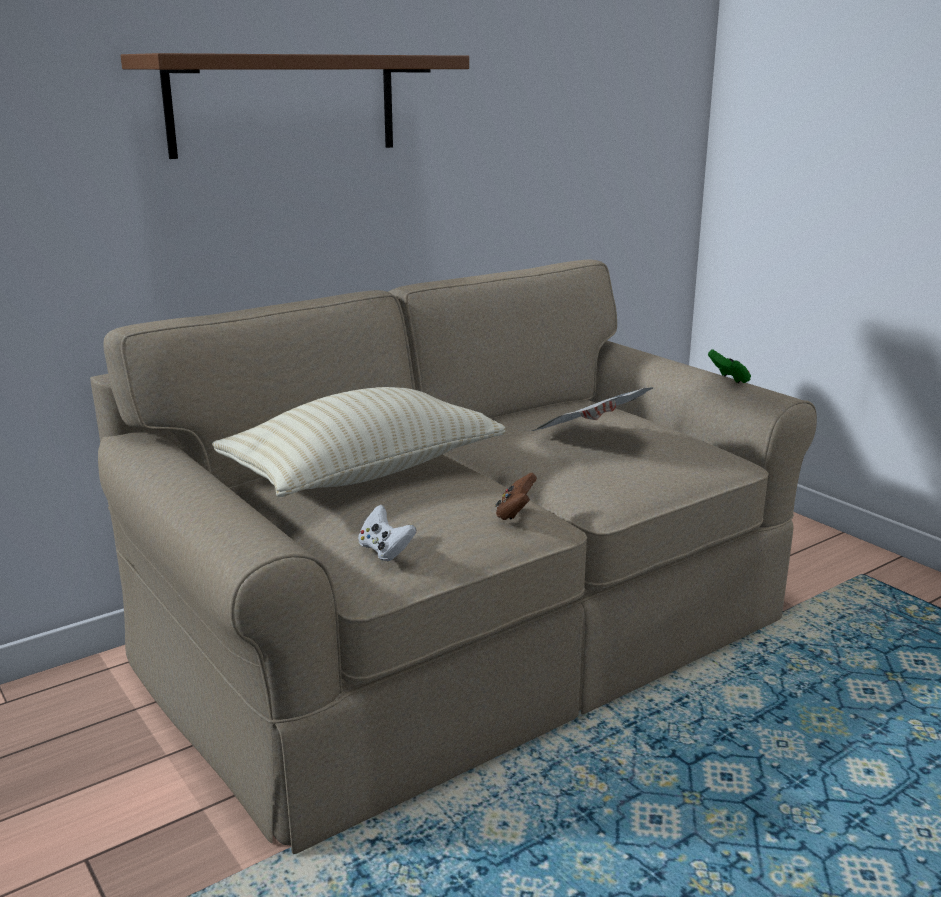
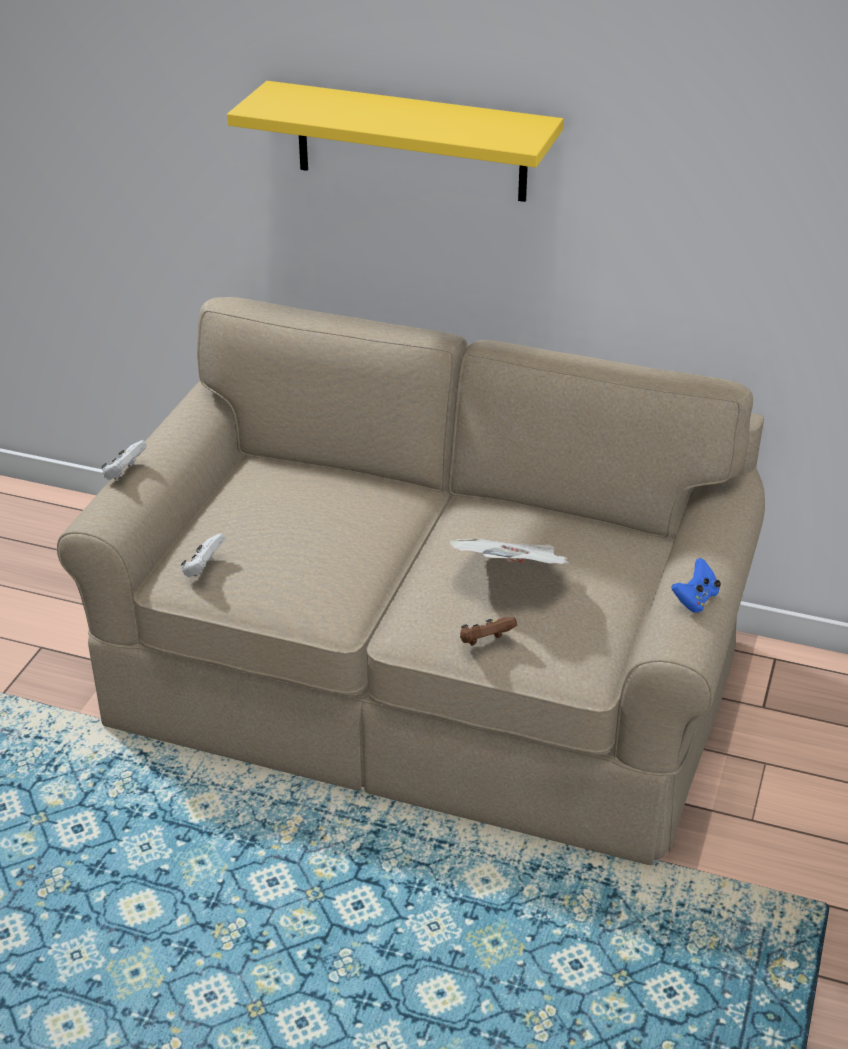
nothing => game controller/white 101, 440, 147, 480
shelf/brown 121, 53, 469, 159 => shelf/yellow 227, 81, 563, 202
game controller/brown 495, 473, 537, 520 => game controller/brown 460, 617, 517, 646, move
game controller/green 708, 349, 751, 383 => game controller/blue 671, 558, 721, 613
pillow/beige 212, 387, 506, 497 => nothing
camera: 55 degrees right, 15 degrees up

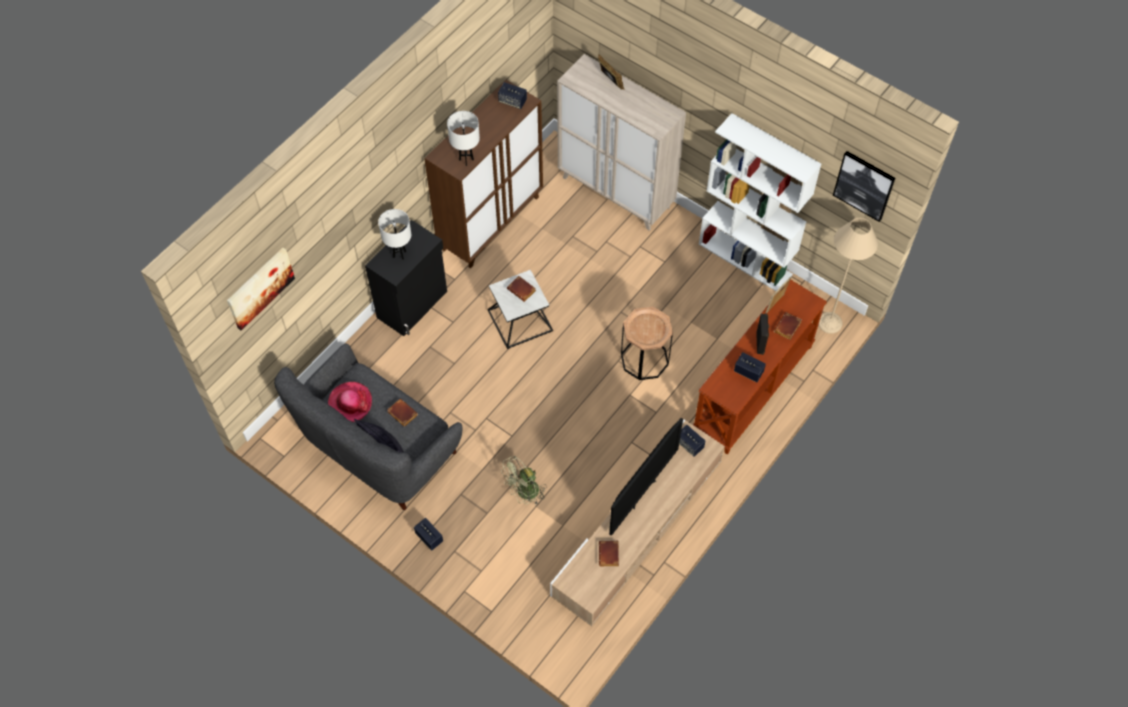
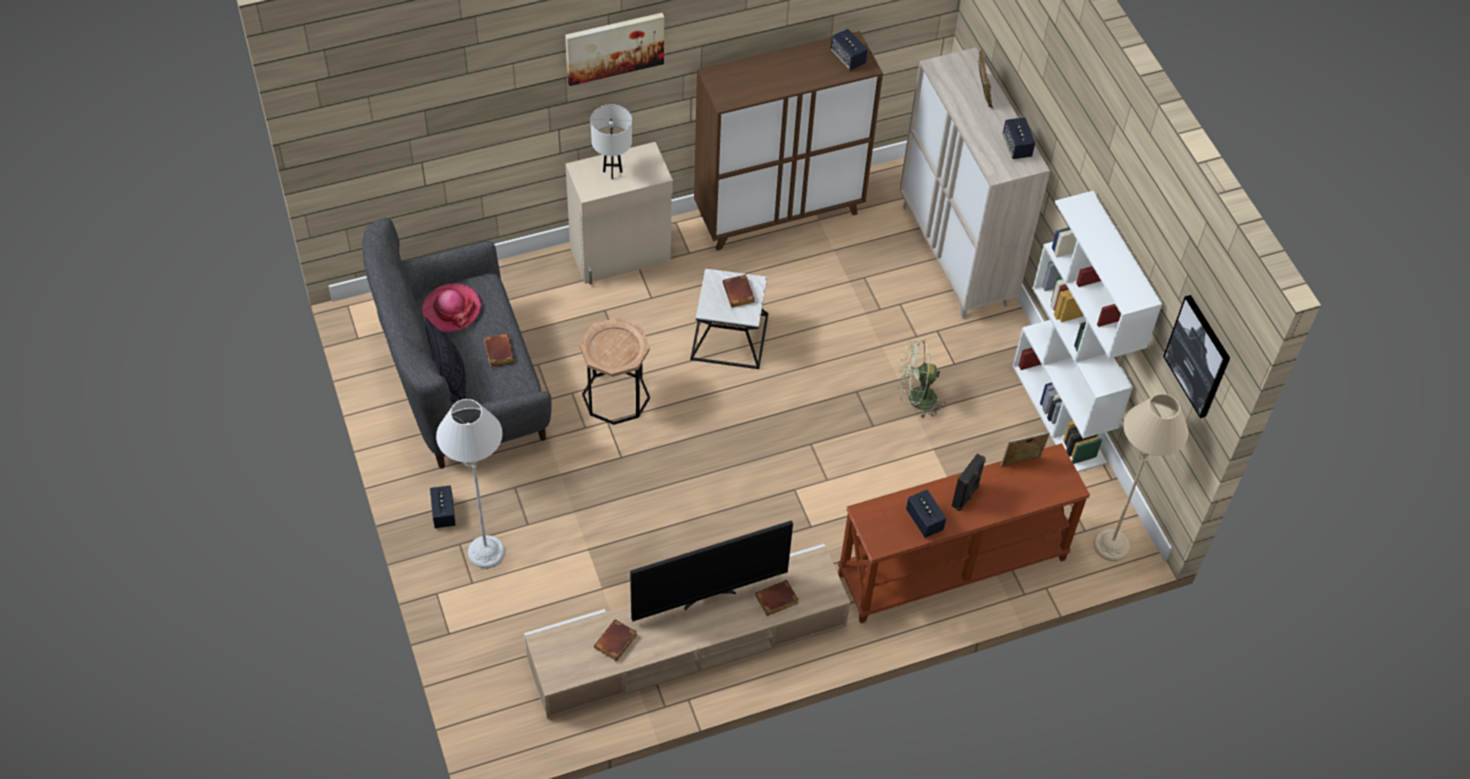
nothing => floor lamp/grey 436, 399, 505, 568
picture 227, 248, 295, 330 => picture 565, 13, 664, 86, move
cabinet/black 365, 220, 447, 336 => cabinet/beige 565, 142, 673, 285
side table/brown 621, 307, 673, 380 => side table/brown 579, 318, 650, 425, move
book/brown 774, 313, 802, 340 => book/brown 755, 580, 799, 616, move
fan/green 501, 456, 546, 504 => fan/green 898, 340, 946, 418, move
speaker 679, 424, 705, 457 => speaker 1003, 117, 1035, 159, move
table lamp/white 447, 111, 480, 166 => nothing
camera: 30 degrees right, 5 degrees down

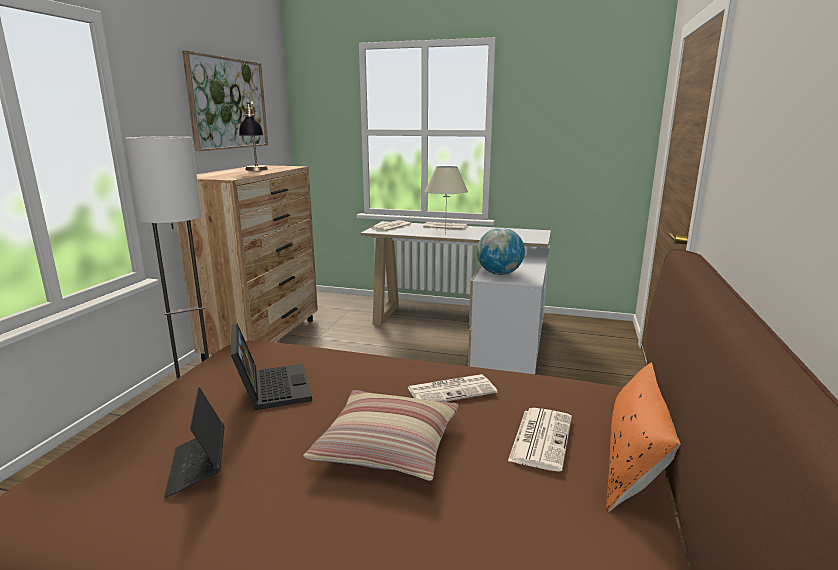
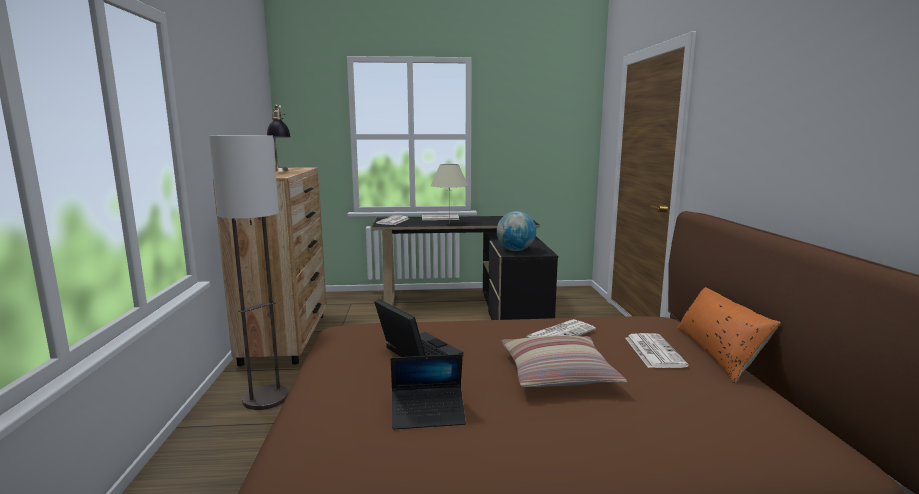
desk/white 361, 221, 551, 374 => desk/black 372, 216, 558, 320
laptop 164, 387, 225, 498 => laptop 391, 354, 466, 430, 60 degrees counterclockwise
picture 182, 51, 268, 151 => nothing
camera: 20 degrees left, 5 degrees down

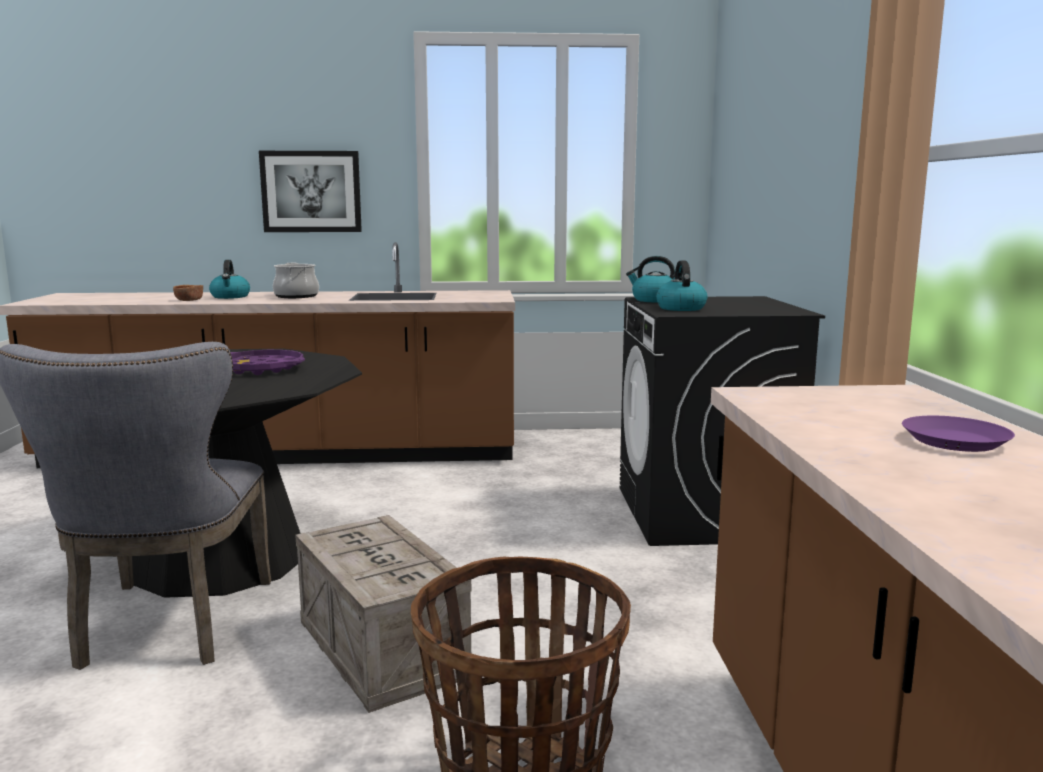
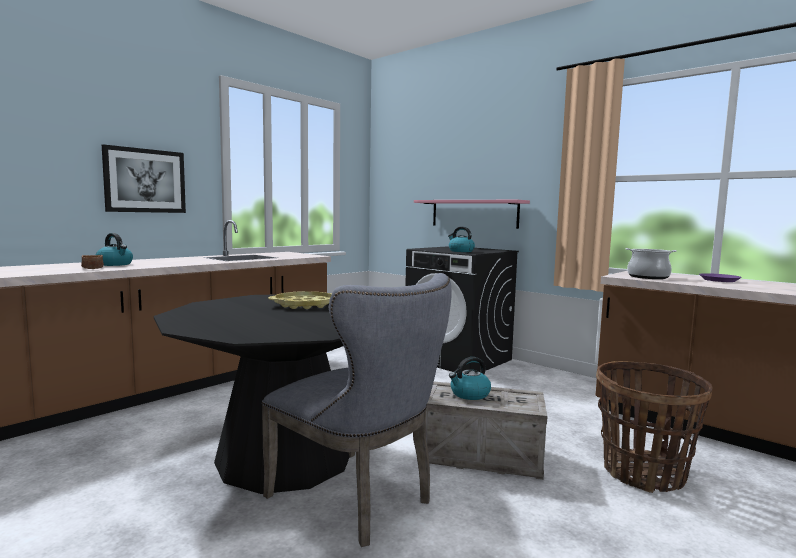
tray/purple 230, 350, 305, 375 => tray/yellow 268, 291, 332, 309
nothing => shelf/pink 414, 200, 530, 229
kettle 626, 256, 675, 303 => kettle 449, 357, 491, 400, move
cooking pot 273, 263, 319, 298 => cooking pot 626, 248, 677, 279, move
camera: 45 degrees left, 5 degrees down

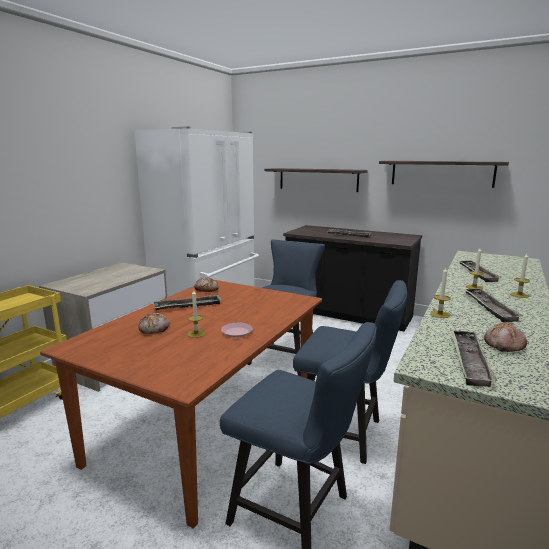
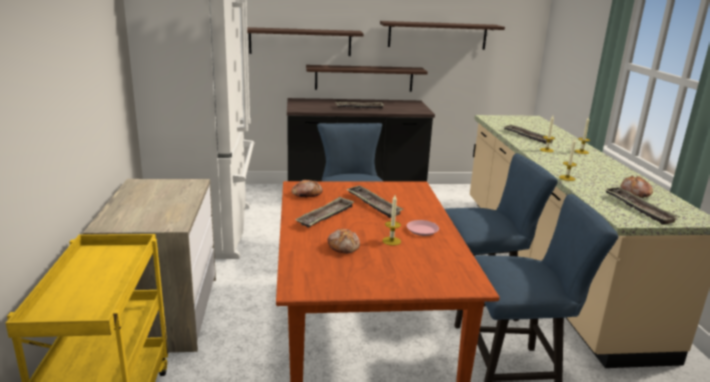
nothing => shelf 306, 65, 428, 92
tray 463, 288, 523, 322 => tray 346, 186, 403, 218, move
camera: 35 degrees left, 5 degrees up

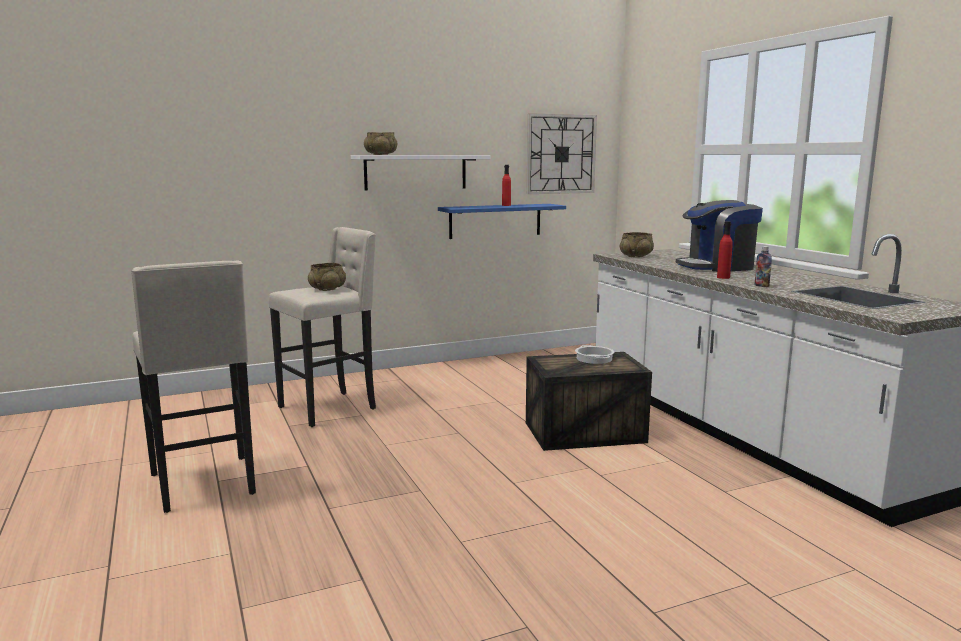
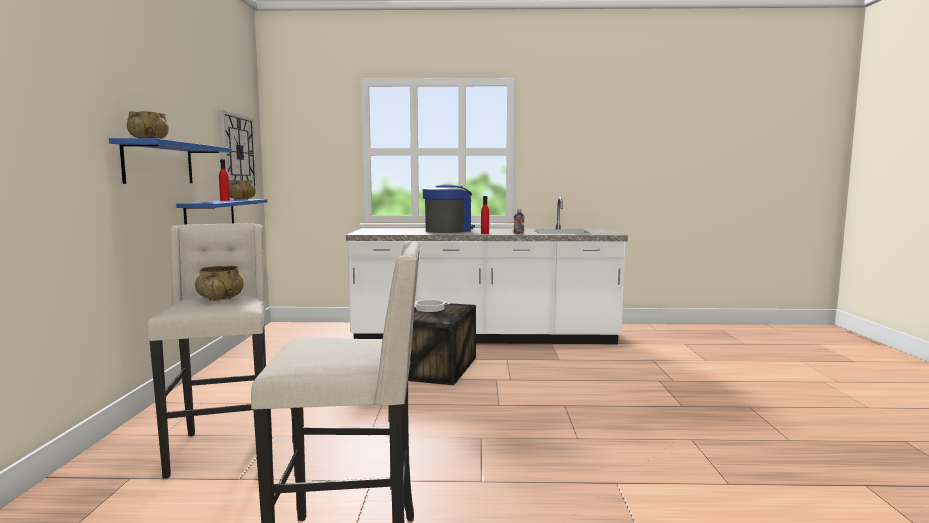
shelf/white 351, 155, 490, 190 => shelf/blue 109, 138, 232, 184
bowl/beige 620, 232, 654, 258 => bowl/beige 229, 180, 256, 200, move
coffee machine 676, 200, 763, 272 => coffee machine 423, 184, 475, 233, 150 degrees counterclockwise
camera: 65 degrees left, 5 degrees down

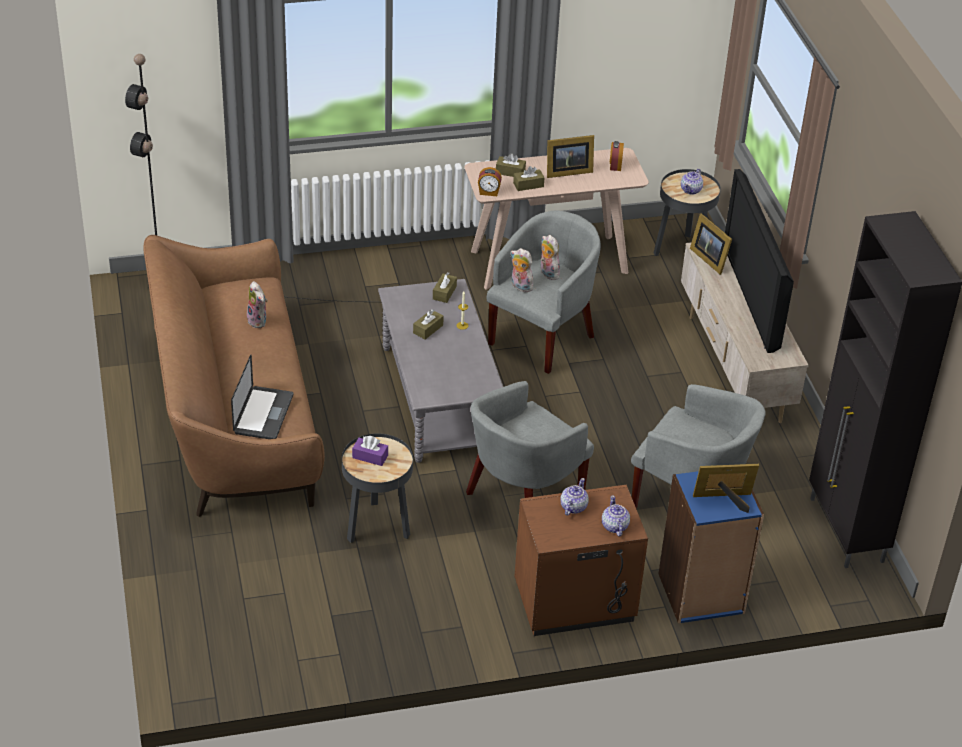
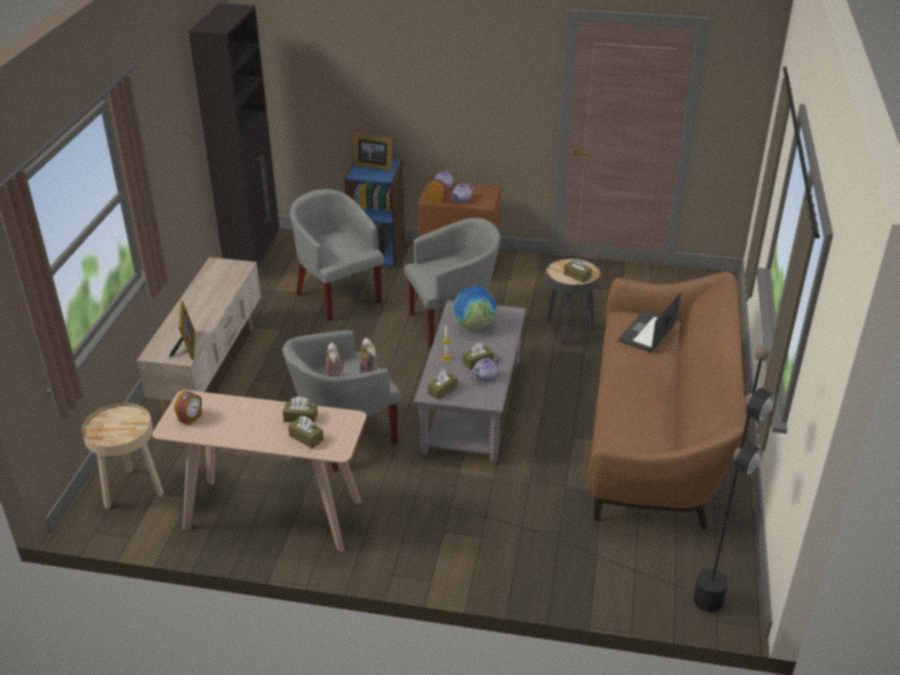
side table/black 654, 169, 721, 256 => side table/beige 82, 403, 164, 509
alarm clock 478, 167, 502, 196 => alarm clock 427, 179, 448, 204, move
nothing => globe 453, 286, 497, 330
teapot 681, 169, 703, 195 => teapot 470, 356, 501, 382, move
tissue box/purple 352, 436, 388, 466 => tissue box/brown 564, 258, 592, 283
plush toy 247, 281, 268, 328 => nothing
picture frame 547, 135, 594, 178 => nothing
television 725, 169, 794, 353 => nothing
camera: 155 degrees left, 5 degrees down

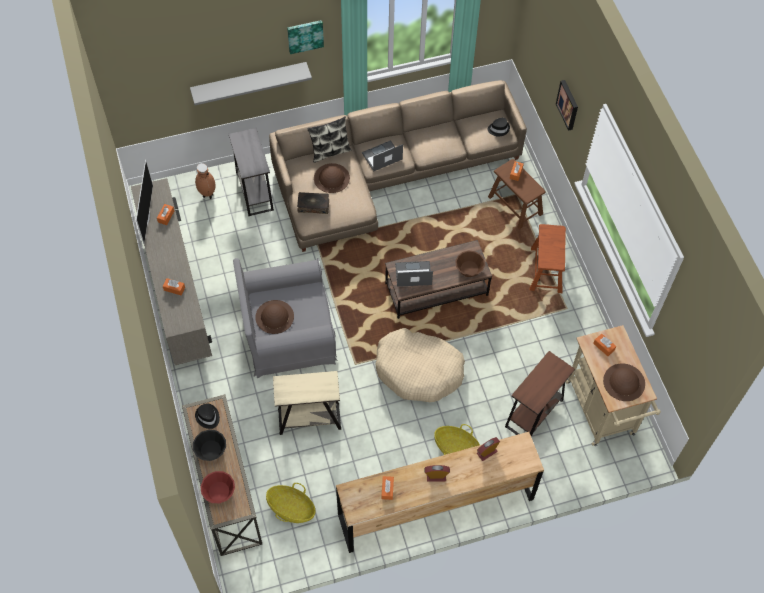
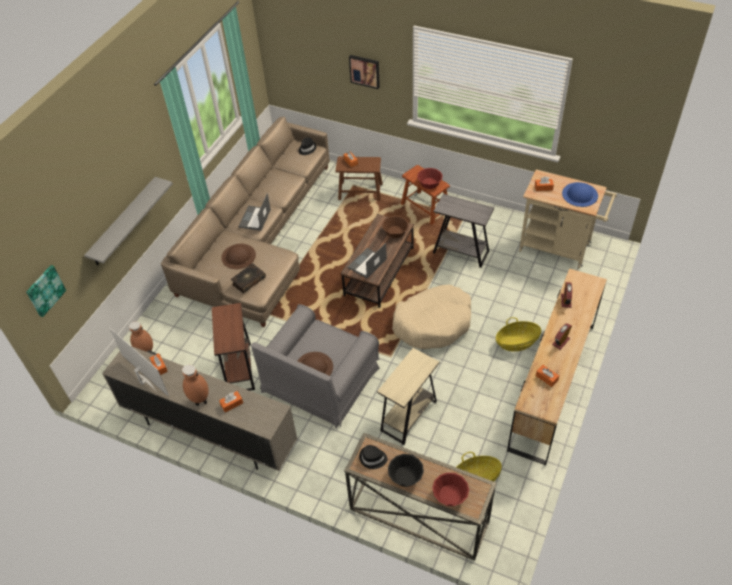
picture 287, 20, 324, 54 => picture 26, 265, 66, 317, move
nothing => vase/brown 182, 365, 209, 406
side table/brown 505, 351, 575, 437 => side table/brown 212, 303, 255, 391, move
nothing => bowl/red 417, 168, 443, 189
side table/grey 229, 128, 274, 216 => side table/grey 433, 194, 494, 268, move
hat/brown 603, 363, 645, 401 => hat/blue 562, 182, 598, 207
pillow 307, 116, 351, 163 => nothing
camera: 45 degrees left, 10 degrees down

